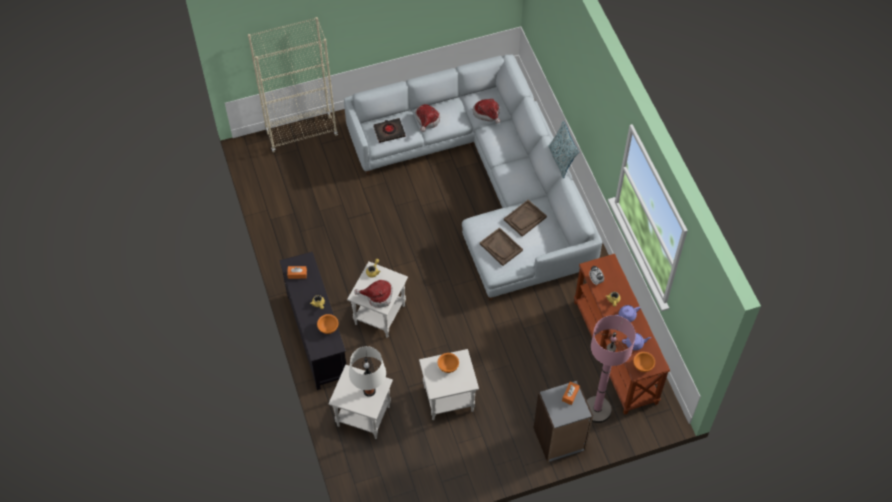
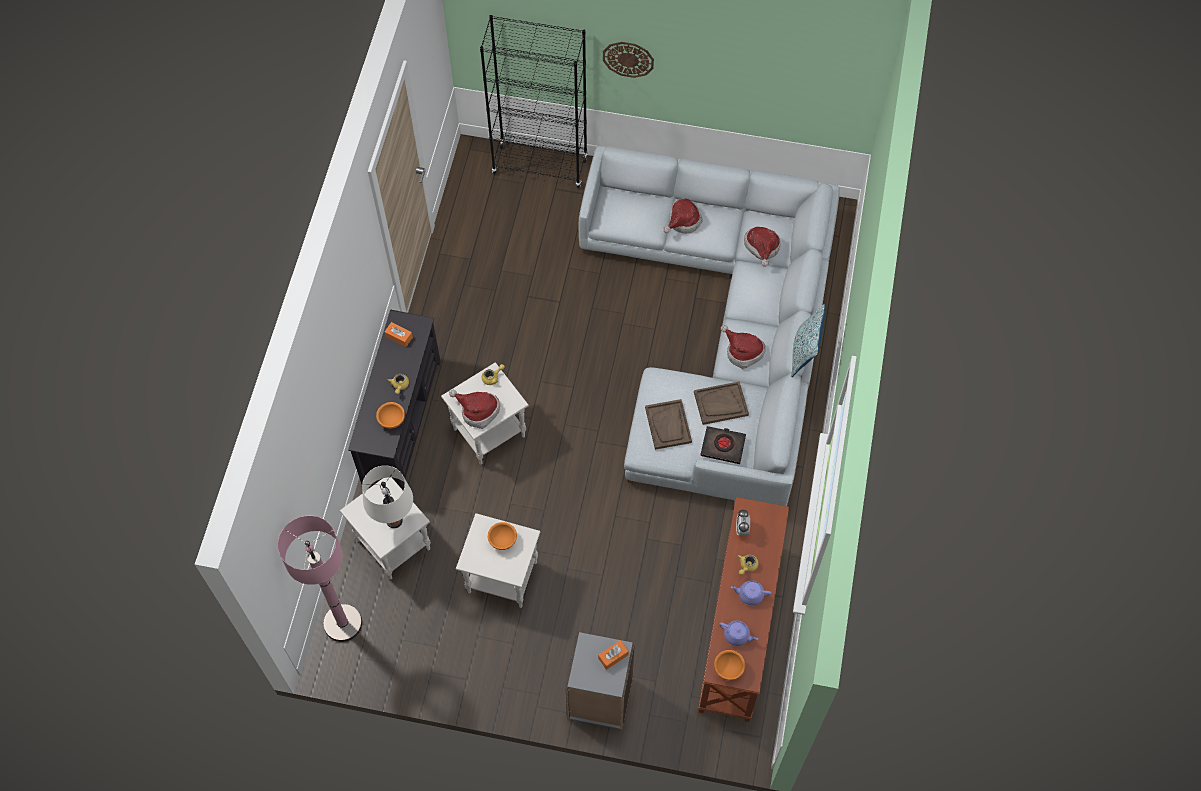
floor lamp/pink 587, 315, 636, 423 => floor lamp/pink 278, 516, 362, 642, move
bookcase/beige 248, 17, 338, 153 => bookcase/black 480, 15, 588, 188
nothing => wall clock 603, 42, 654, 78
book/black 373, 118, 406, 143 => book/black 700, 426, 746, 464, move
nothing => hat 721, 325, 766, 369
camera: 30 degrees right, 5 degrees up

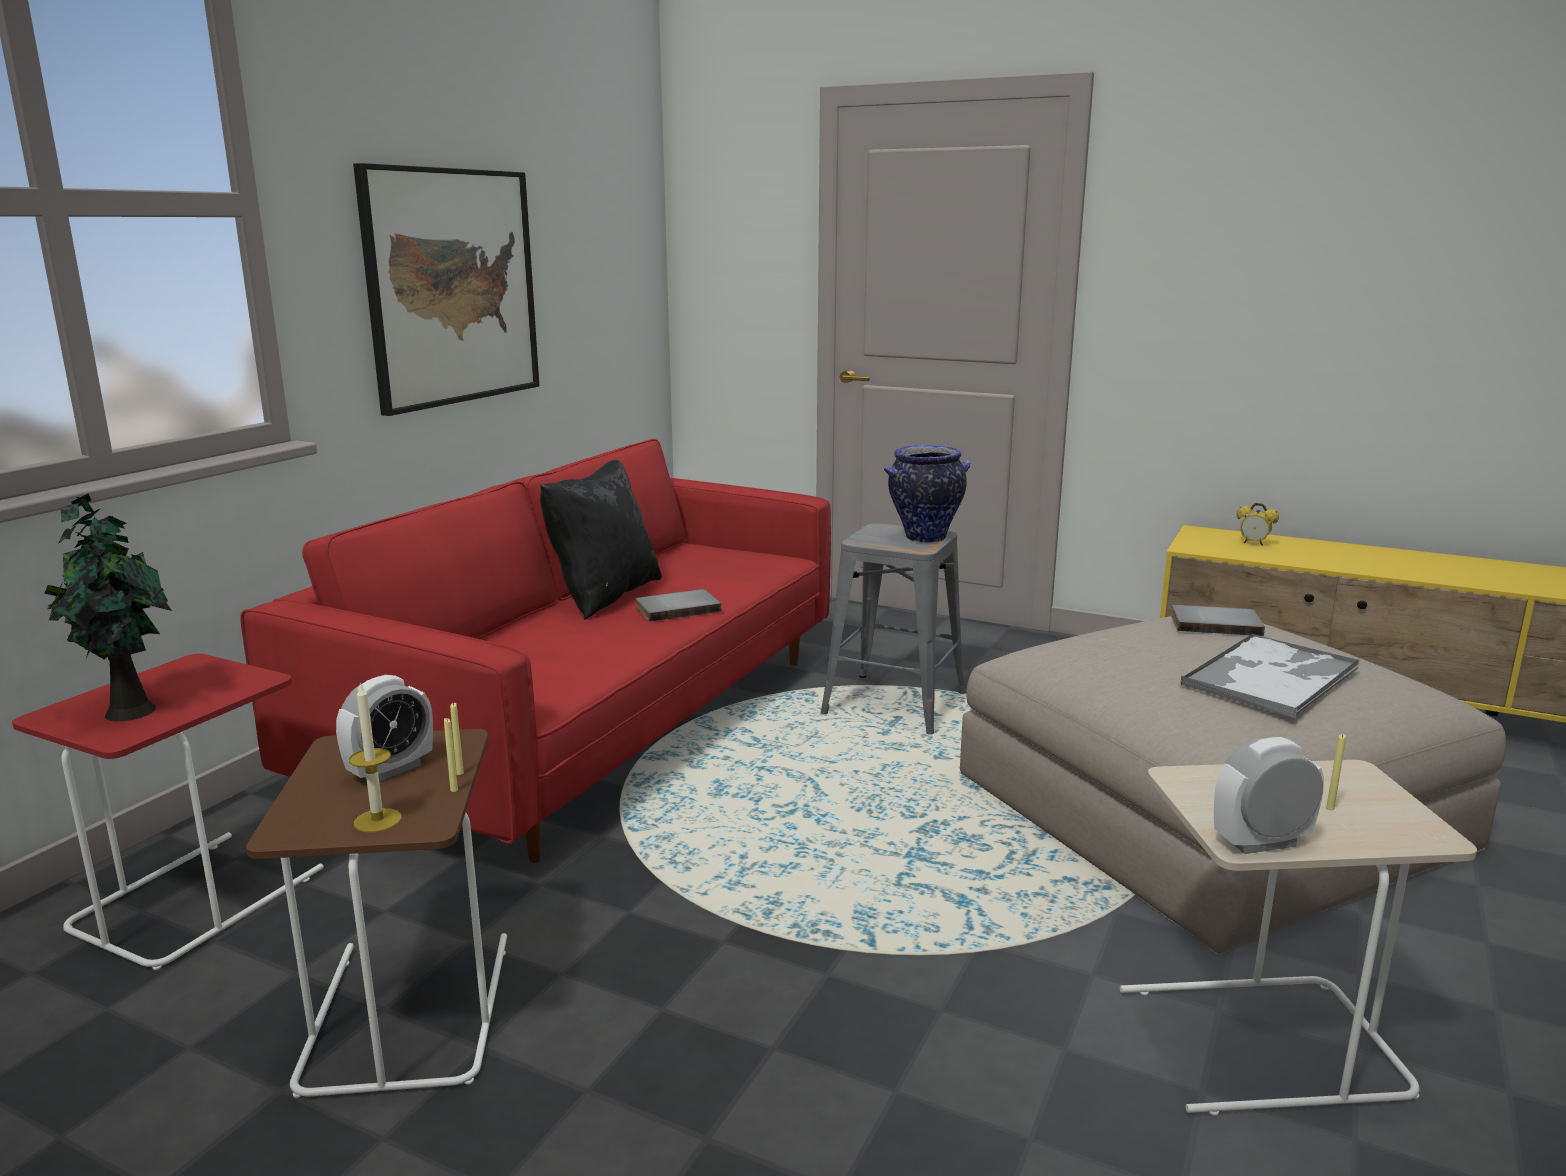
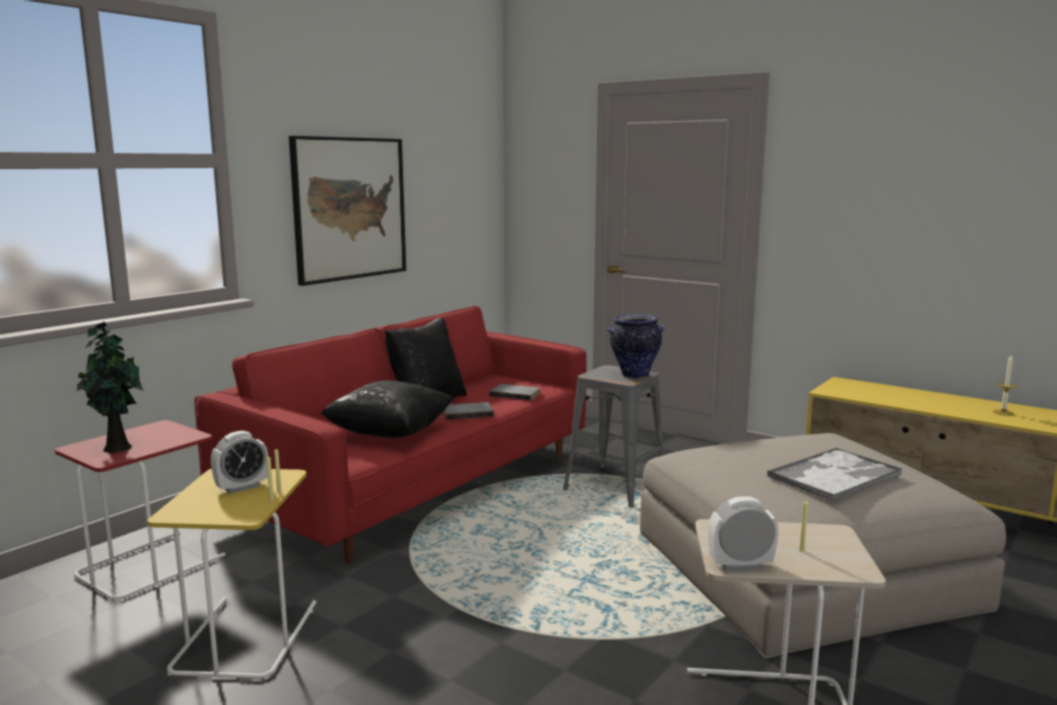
side table/brown 246, 729, 507, 1098 => side table/yellow 148, 469, 316, 680
nothing => pillow/black 320, 380, 453, 438
book/grey 1171, 605, 1265, 636 => book/grey 489, 384, 541, 400, move
candle 349, 682, 402, 833 => candle 993, 355, 1016, 416, move
alarm clock 1237, 503, 1279, 546 => nothing
camera: 10 degrees right, 5 degrees down

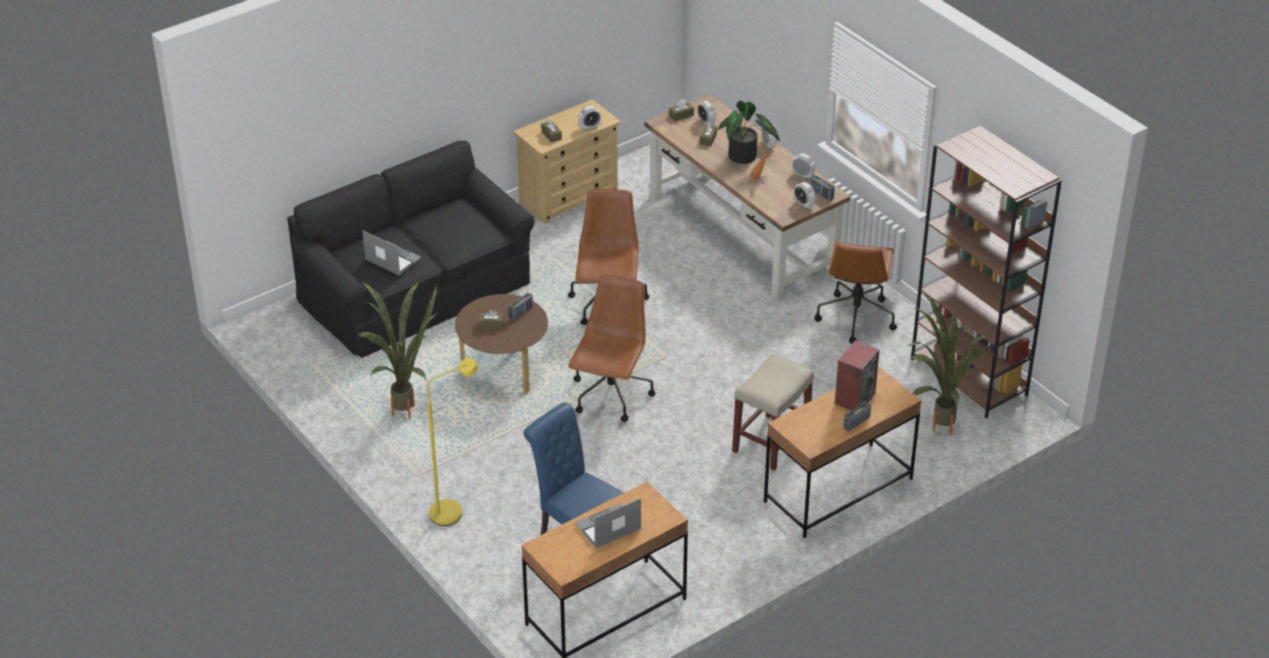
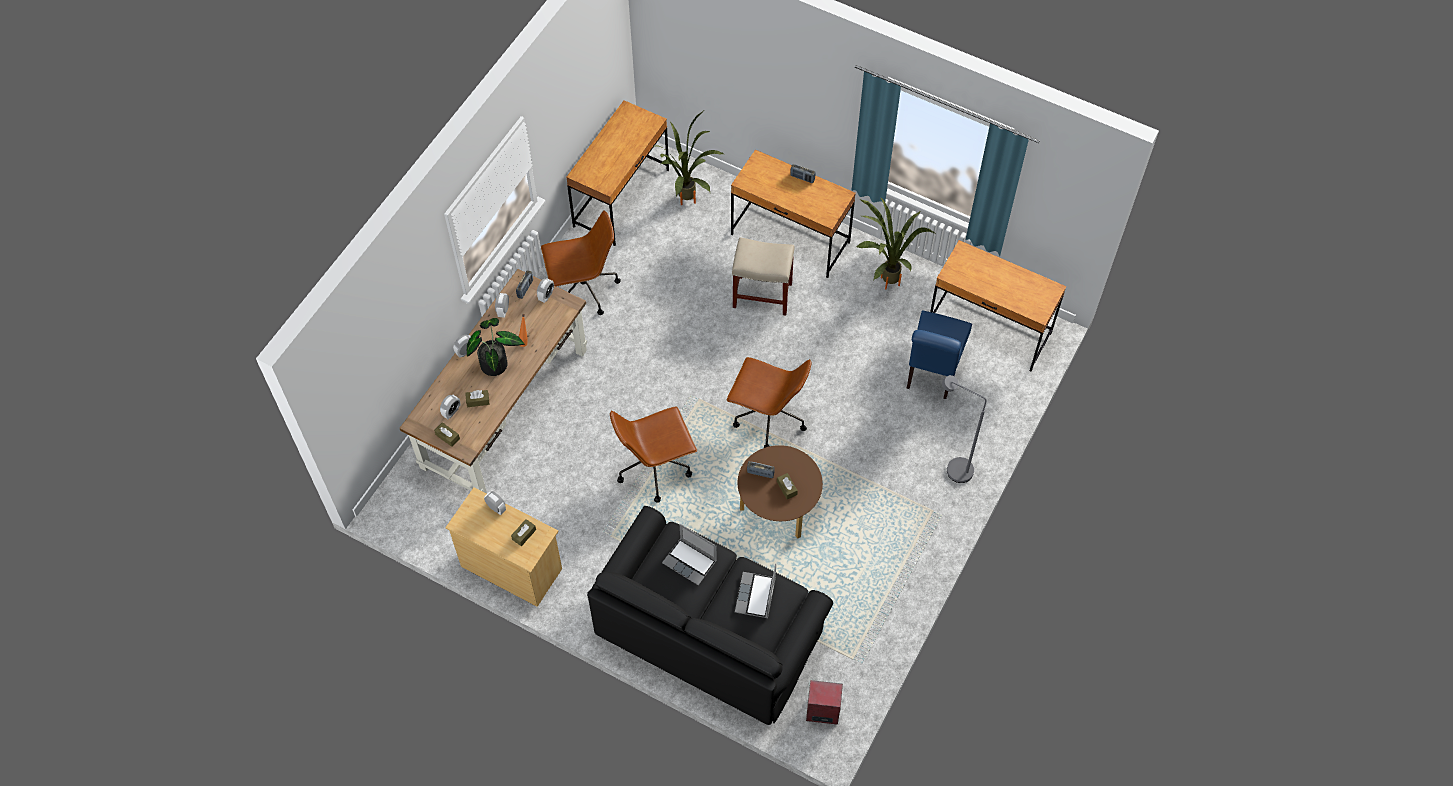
bookcase/brown 911, 126, 1062, 418 => desk/brown 566, 100, 669, 246
laptop 575, 498, 641, 548 => laptop 662, 524, 717, 586, move
office chair/brown 568, 274, 656, 422 => office chair/brown 726, 357, 812, 448, 150 degrees counterclockwise
speaker 835, 341, 879, 411 => speaker 806, 680, 843, 725, move
potted plant 357, 281, 437, 418 => potted plant 855, 197, 935, 289, move
floor lamp/yellow 427, 358, 478, 526 => floor lamp/grey 942, 375, 986, 483
camera: 115 degrees left, 20 degrees up

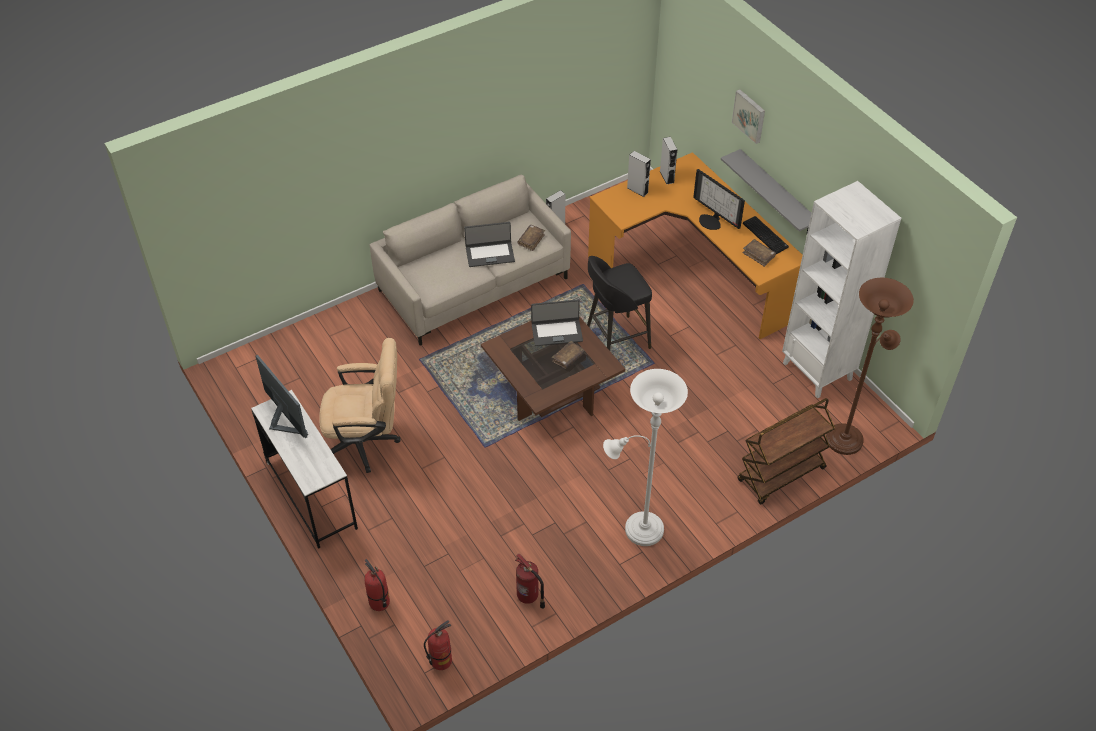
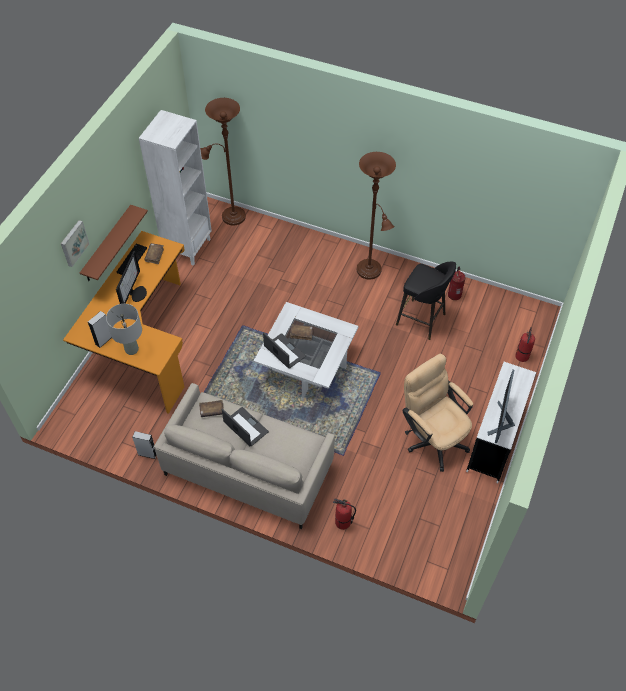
shelf/grey 721, 149, 811, 232 => shelf/brown 80, 205, 148, 281
speaker/grey 627, 151, 651, 197 => table lamp/grey 106, 304, 142, 355
coffee table/brown 481, 316, 625, 421 => coffee table/white 253, 302, 358, 399
fire extinguisher 424, 620, 452, 670 => fire extinguisher 333, 499, 356, 530, move
floor lamp/white 603, 369, 688, 546 => floor lamp/brown 357, 152, 396, 279
stool/black 587, 256, 652, 351 => stool/black 396, 262, 456, 340, move
cart/brown 738, 398, 835, 505 => nothing
camera: 125 degrees left, 5 degrees up

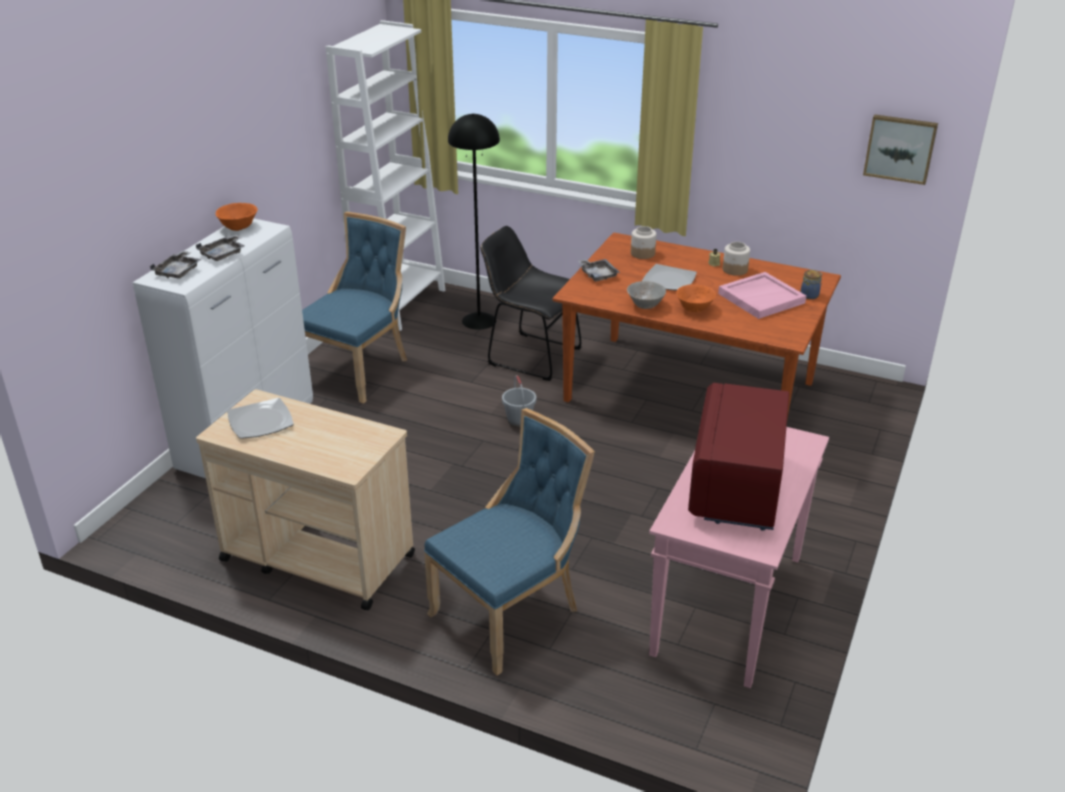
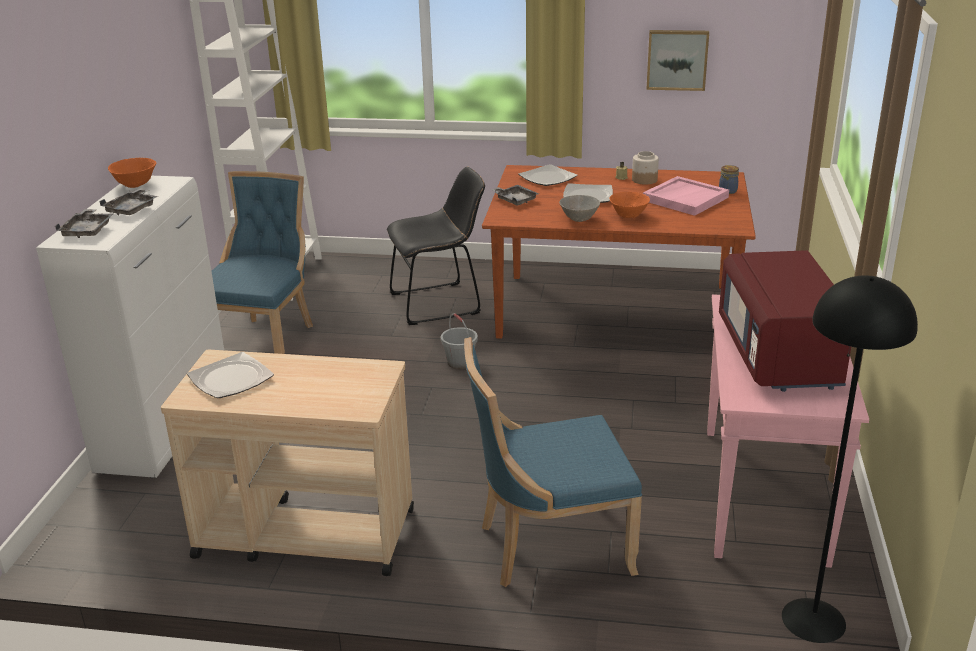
chair/black 480, 226, 582, 381 => chair/black 387, 167, 485, 325, 150 degrees clockwise
chair/blue 424, 408, 595, 676 => chair/blue 464, 337, 642, 587, 135 degrees counterclockwise
jar 631, 226, 656, 259 => plate 518, 164, 578, 186
picture 863, 114, 938, 185 => picture 646, 30, 709, 91, move
floor lamp/black 448, 113, 500, 330 => floor lamp/black 782, 275, 918, 643, move
camera: 15 degrees left, 5 degrees down

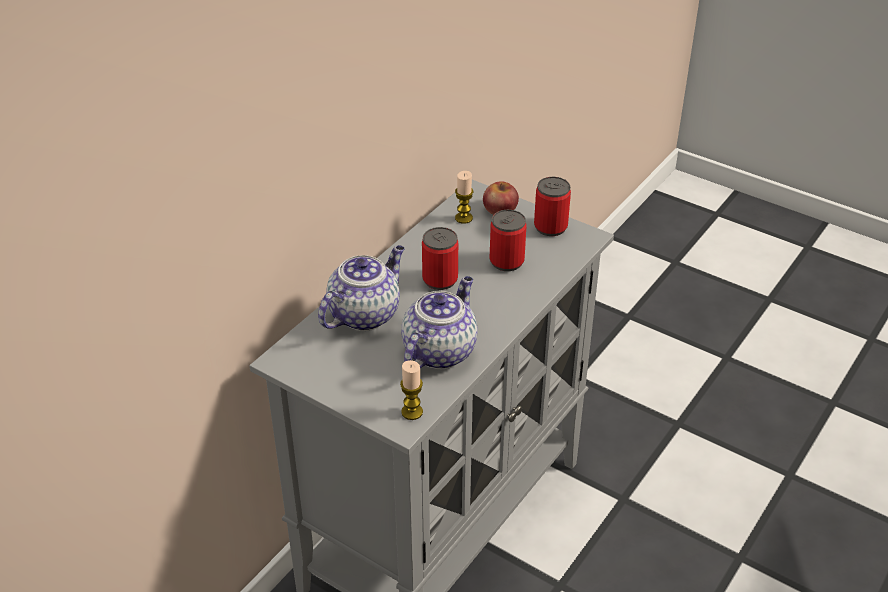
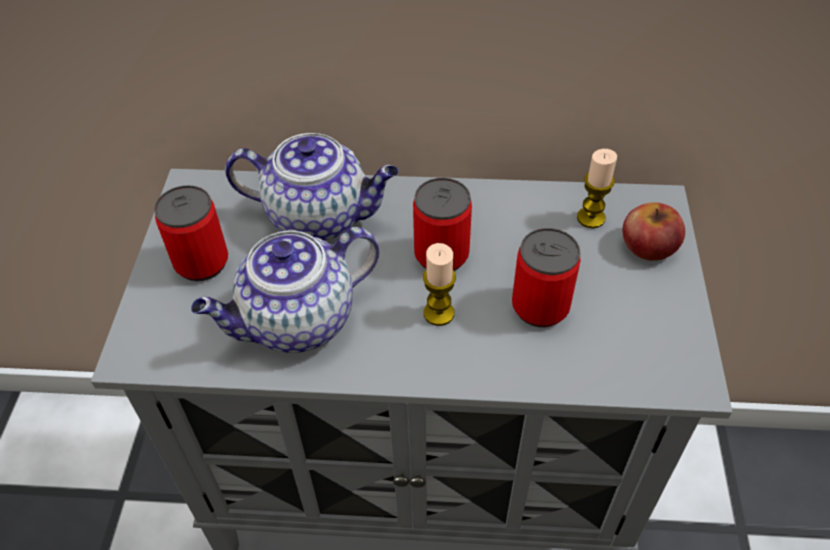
can 534, 177, 571, 236 => can 154, 185, 228, 281, move
teapot 401, 276, 478, 369 => teapot 191, 227, 380, 353, 150 degrees clockwise
candle 400, 360, 423, 420 => candle 423, 243, 456, 326, move
camera: 60 degrees right, 10 degrees up

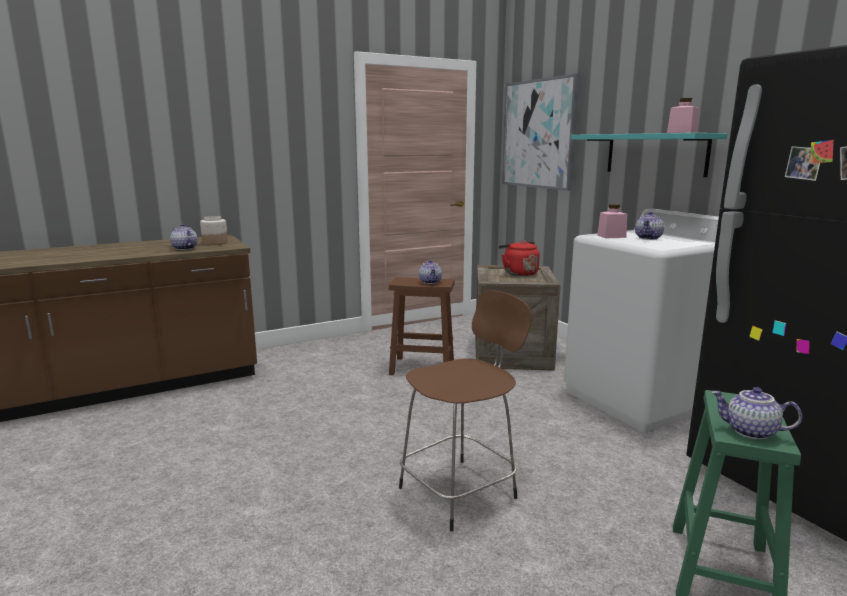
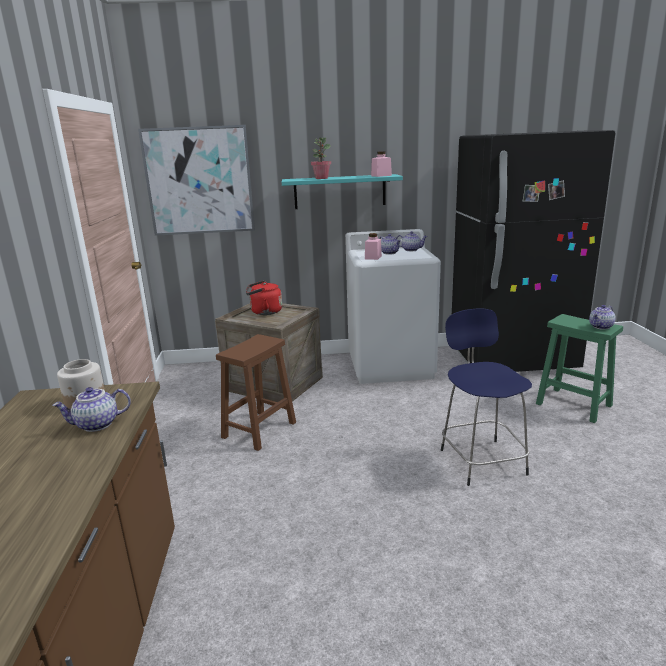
nothing => potted plant 311, 137, 331, 179
teapot 419, 260, 442, 284 => teapot 396, 231, 428, 251, move
stool/brown 399, 290, 532, 531 => stool/blue 441, 309, 532, 486
camera: 65 degrees left, 5 degrees up

